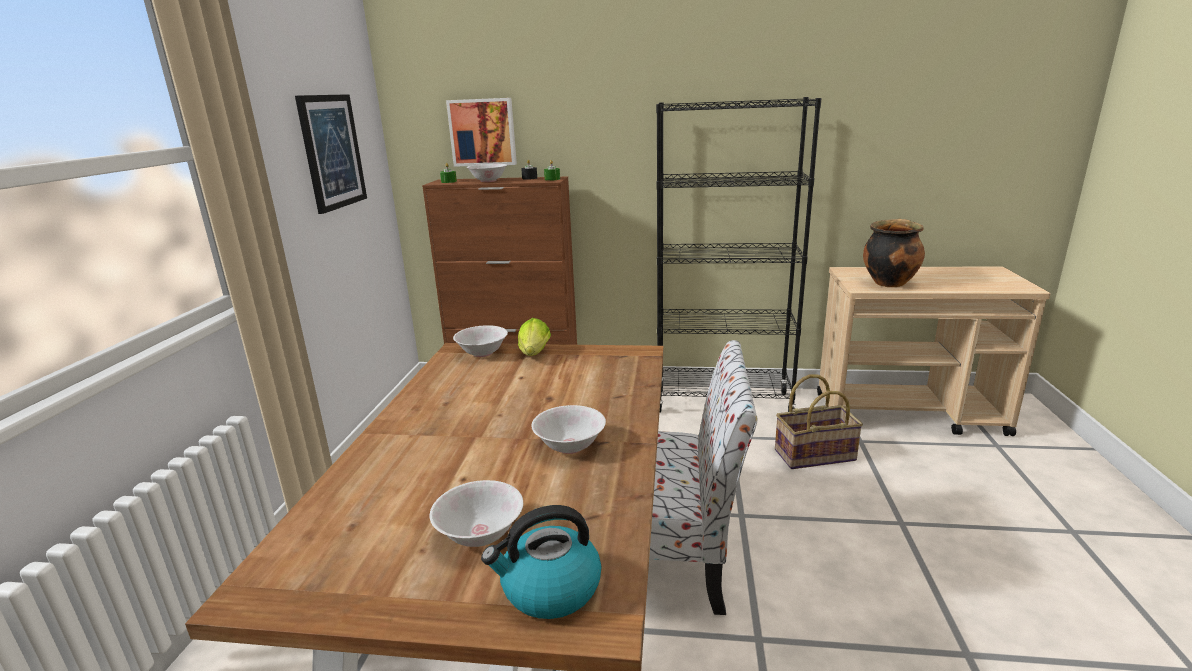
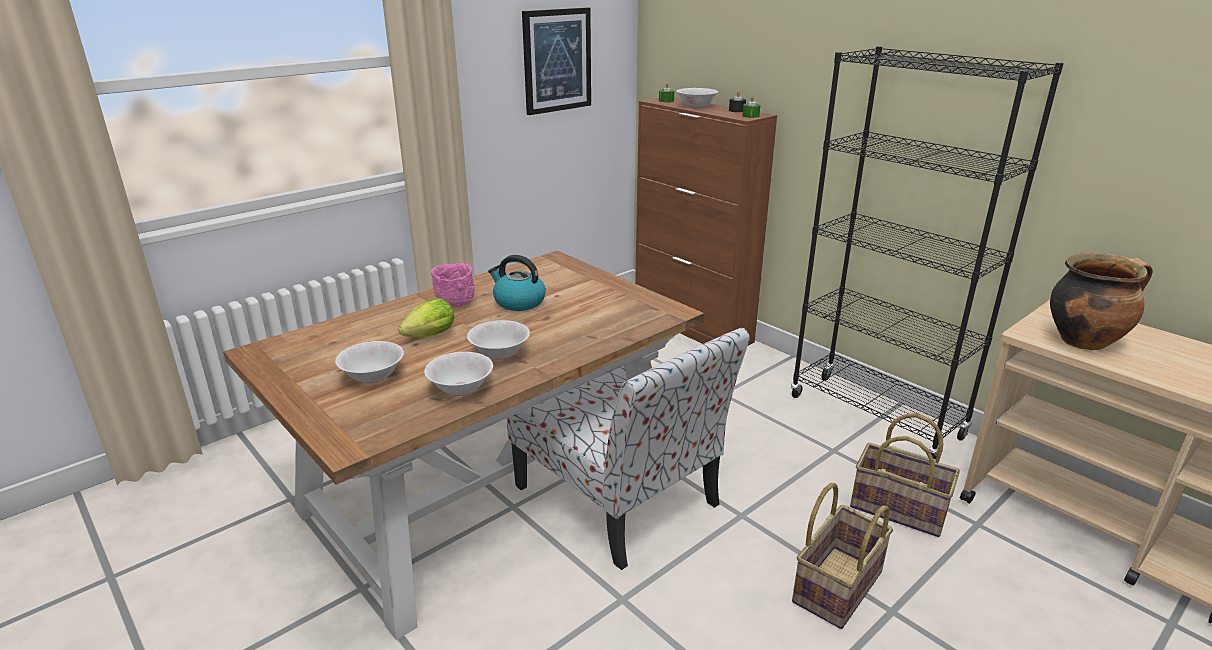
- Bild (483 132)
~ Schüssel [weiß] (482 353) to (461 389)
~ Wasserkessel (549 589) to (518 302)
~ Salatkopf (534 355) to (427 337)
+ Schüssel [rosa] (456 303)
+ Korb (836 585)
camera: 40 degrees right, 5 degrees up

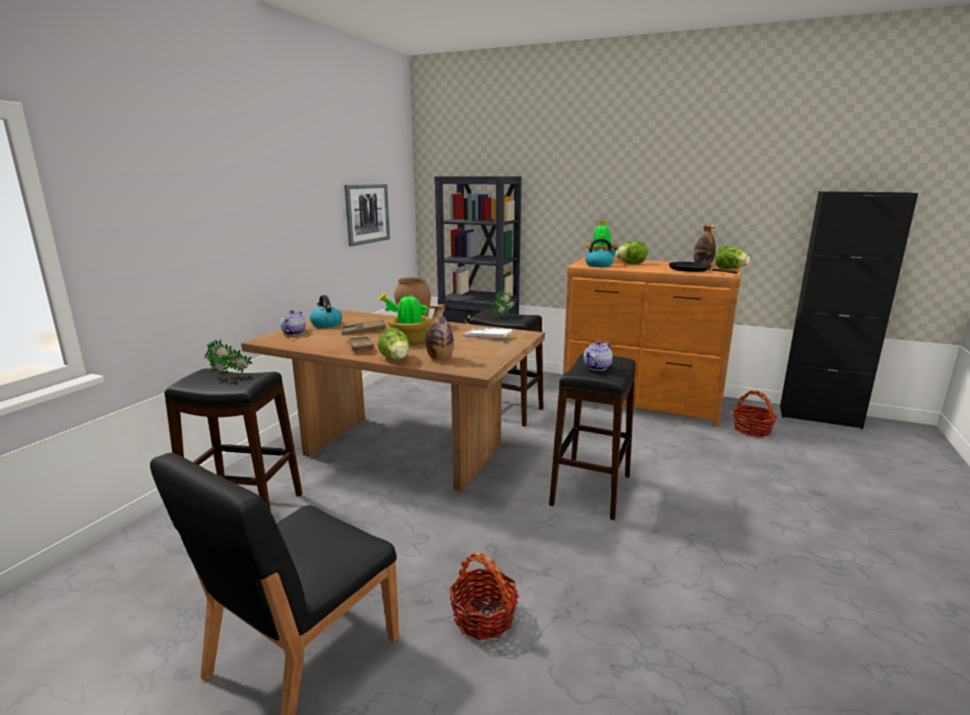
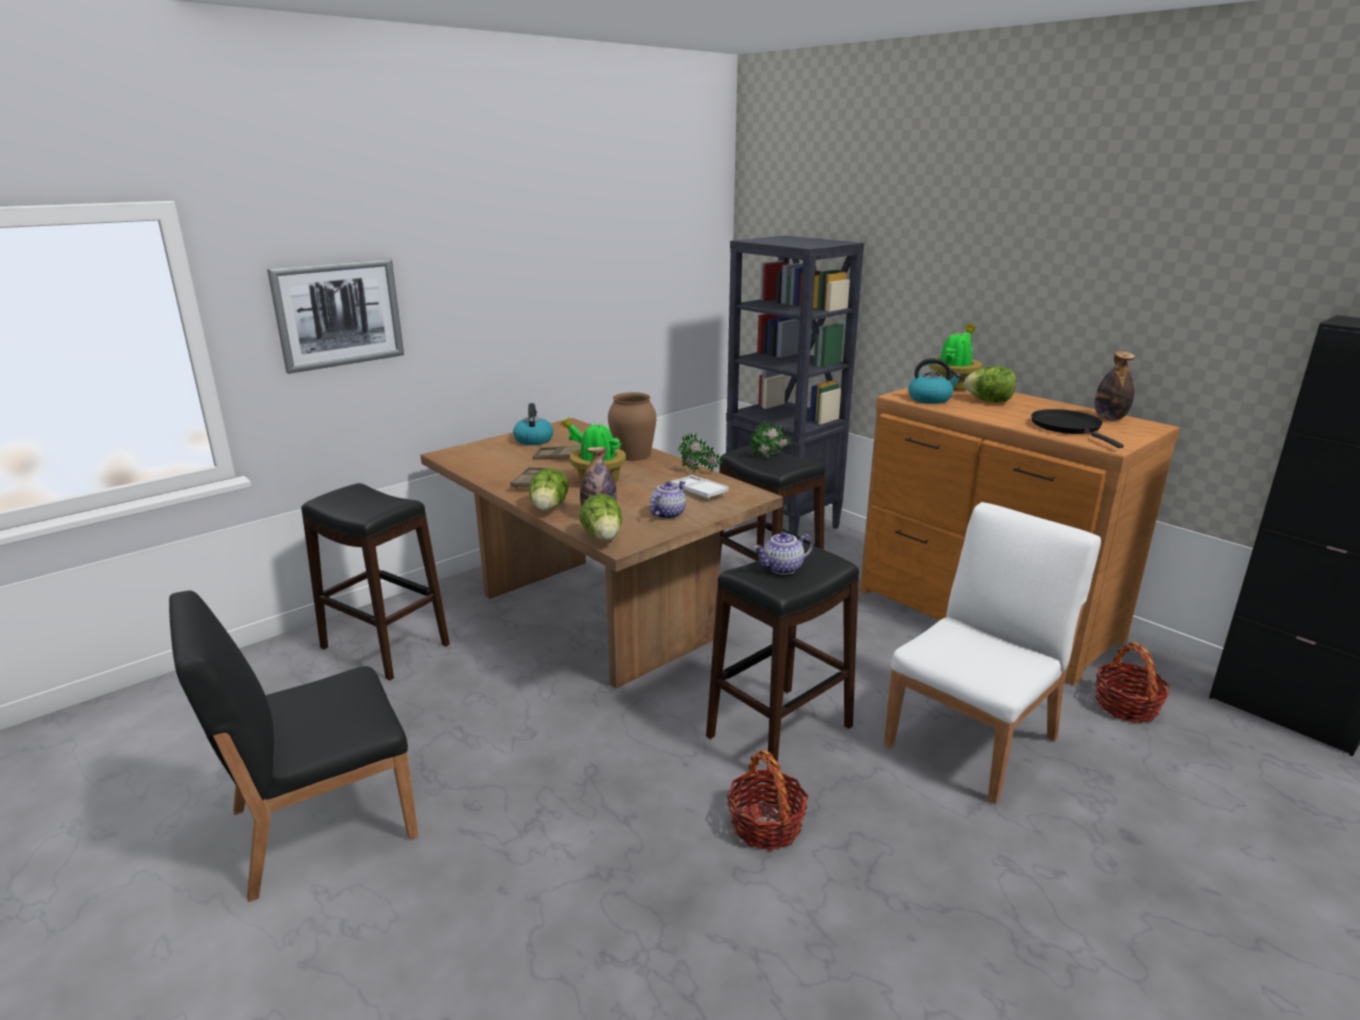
~ Topfpflanze (230 375) to (699 472)
~ Teekanne (293 333) to (667 514)
~ Bild (367 213) to (338 314)
~ Korb (484 617) to (766 825)
~ Salatkopf (729 269) to (603 538)
+ Stuhl [weiß] (973 740)
camera: 25 degrees right, 5 degrees up

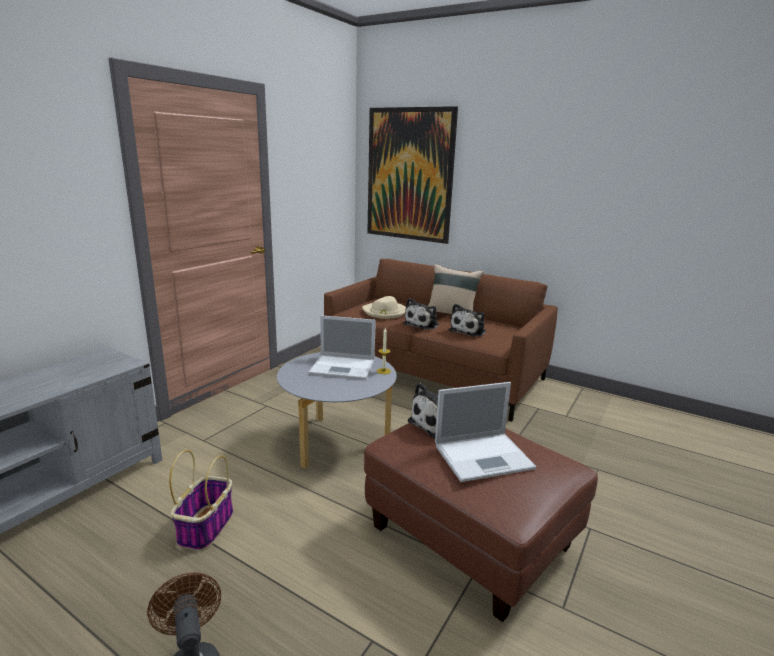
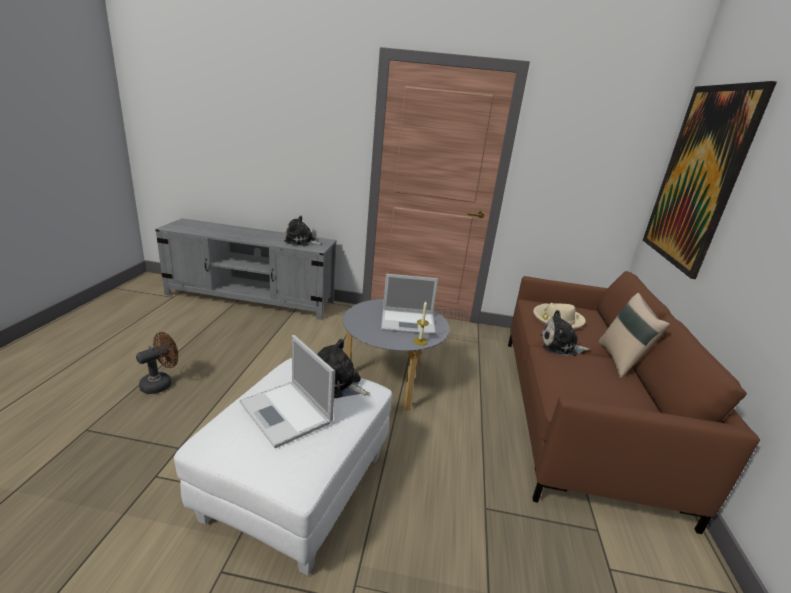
- Korb (206 526)
~ Laptop (344 367) = (409 322) 75 degrees counterclockwise
~ Polsterhocker [braun] (470 538) to Polsterhocker [weiß] (297 487)
~ Plüschtier (469 331) to (301 241)
camera: 65 degrees right, 5 degrees up

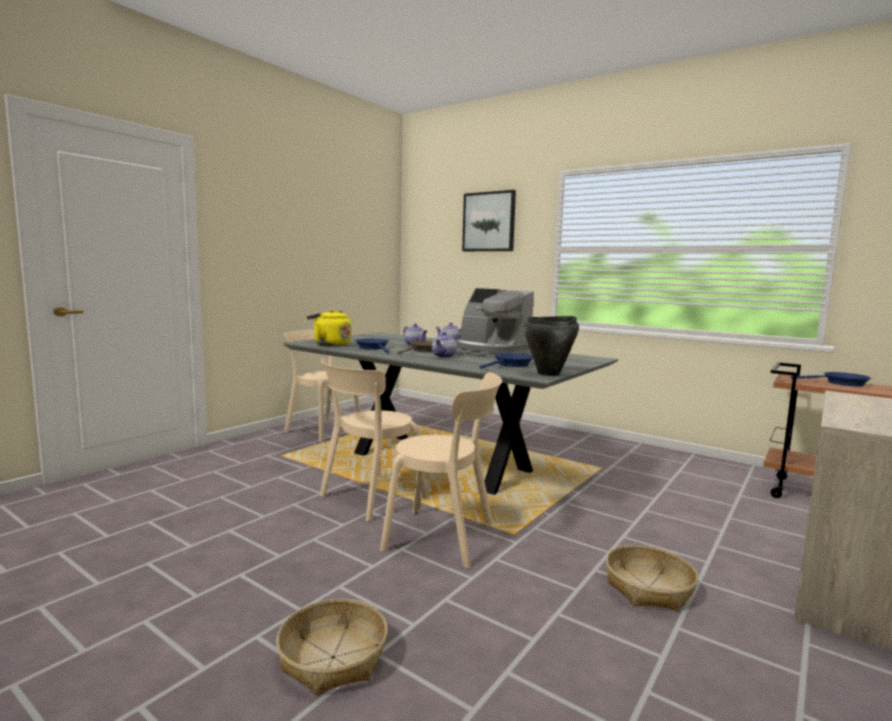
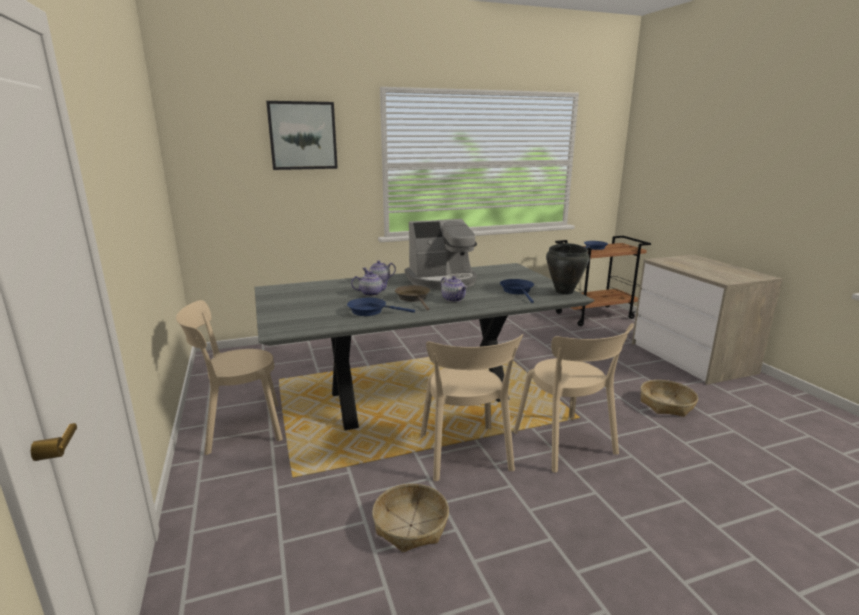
~ Korb (332 657) to (410 525)
- Wasserkessel [gelb] (330 344)
~ Stuhl [beige] (445 538) = (567 445) 105 degrees clockwise
camera: 55 degrees left, 10 degrees up

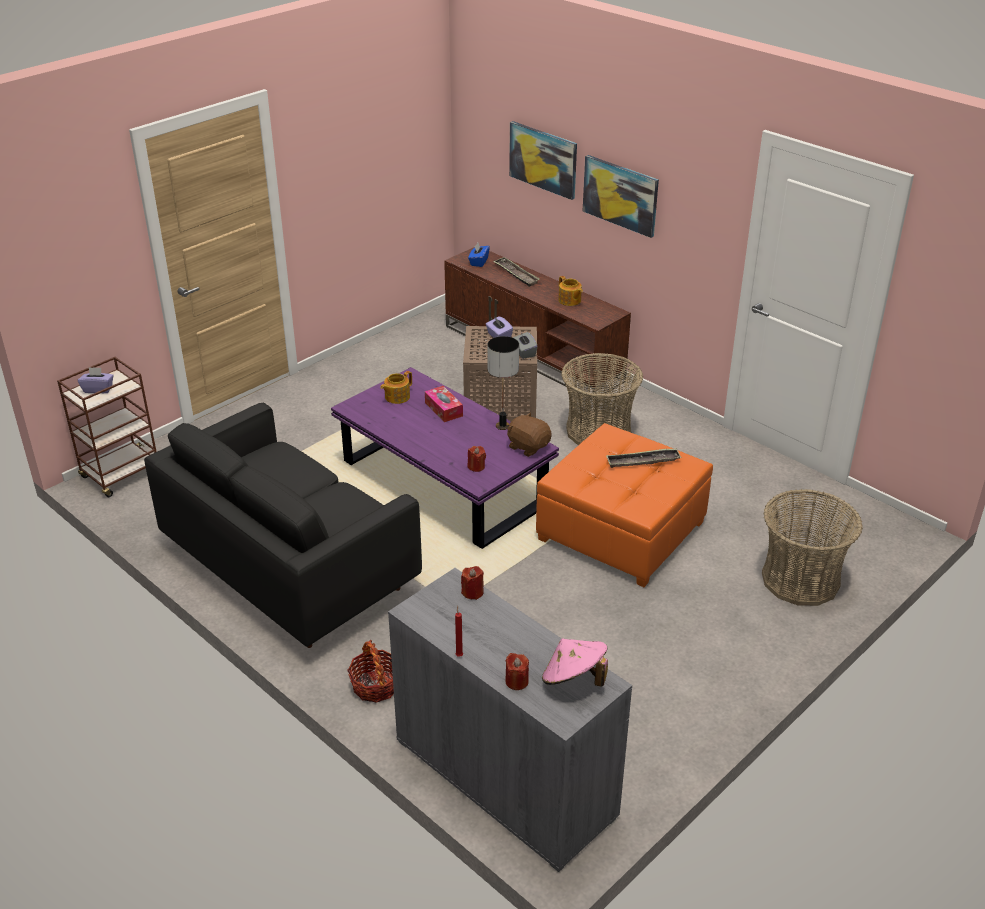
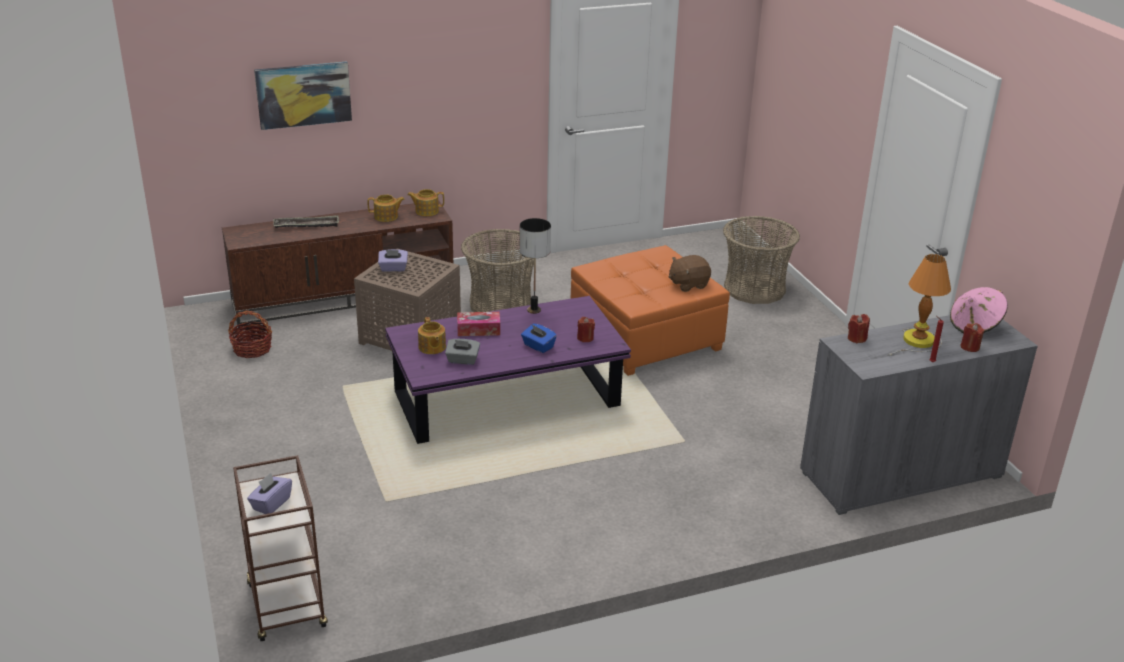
- Sofa [schwarz] (291 569)
~ Korb (375 686) to (252 349)
~ Taschentuchbox [blau] (478 262) to (538 346)
~ Plüschtier [braun] (528 446) to (688 284)
~ Taschentuchbox [grau] (524 352) to (462 360)
- Bild (620 195)
- Tablett (642 461)
+ Teekanne (426 211)
+ Tischlampe (918 342)
camera: 65 degrees left, 5 degrees down

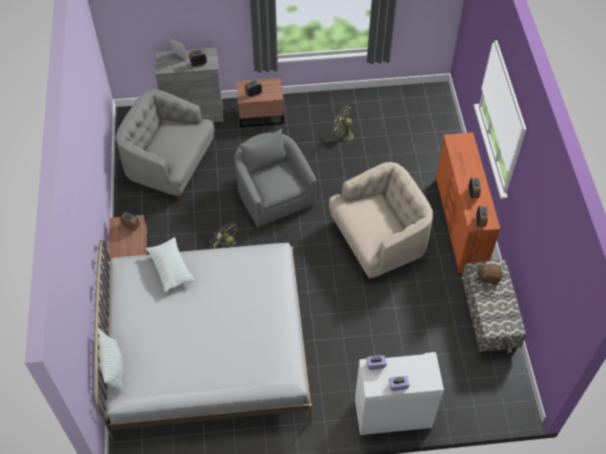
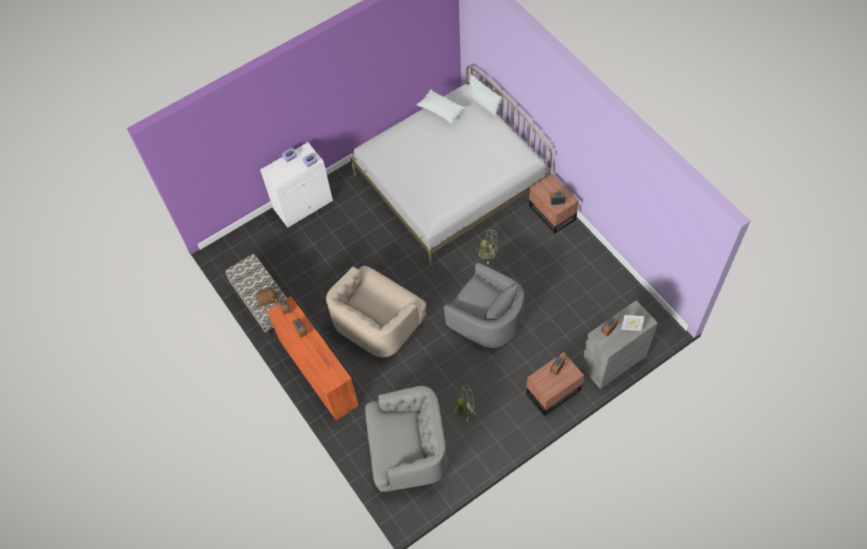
~ Sessel [grau] (170 164) to (407 450)
~ Kissen (171 268) to (441 110)
camera: 155 degrees right, 5 degrees up

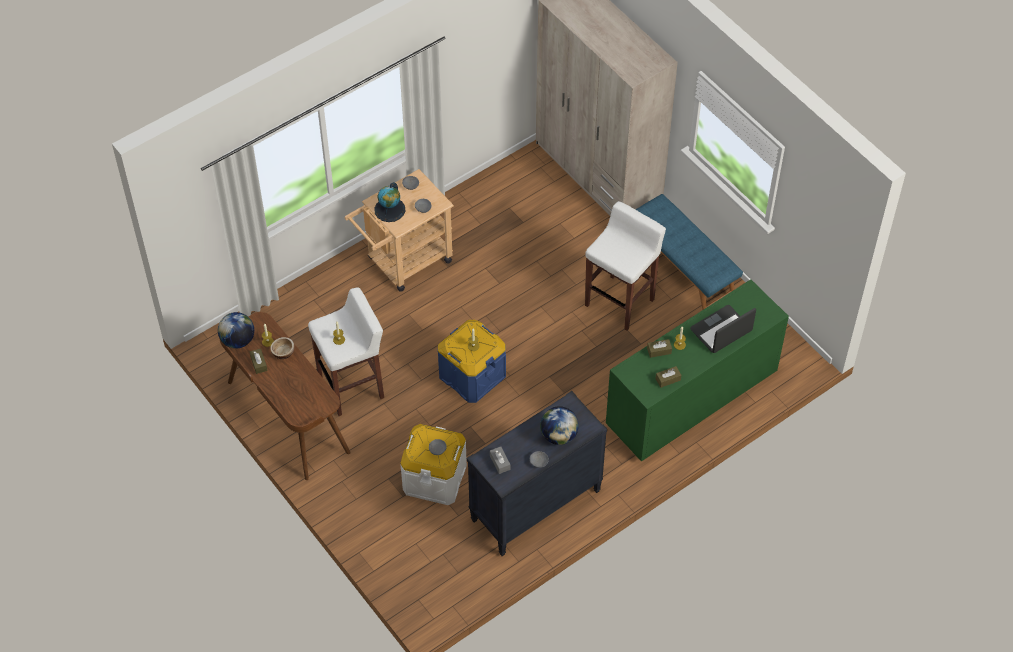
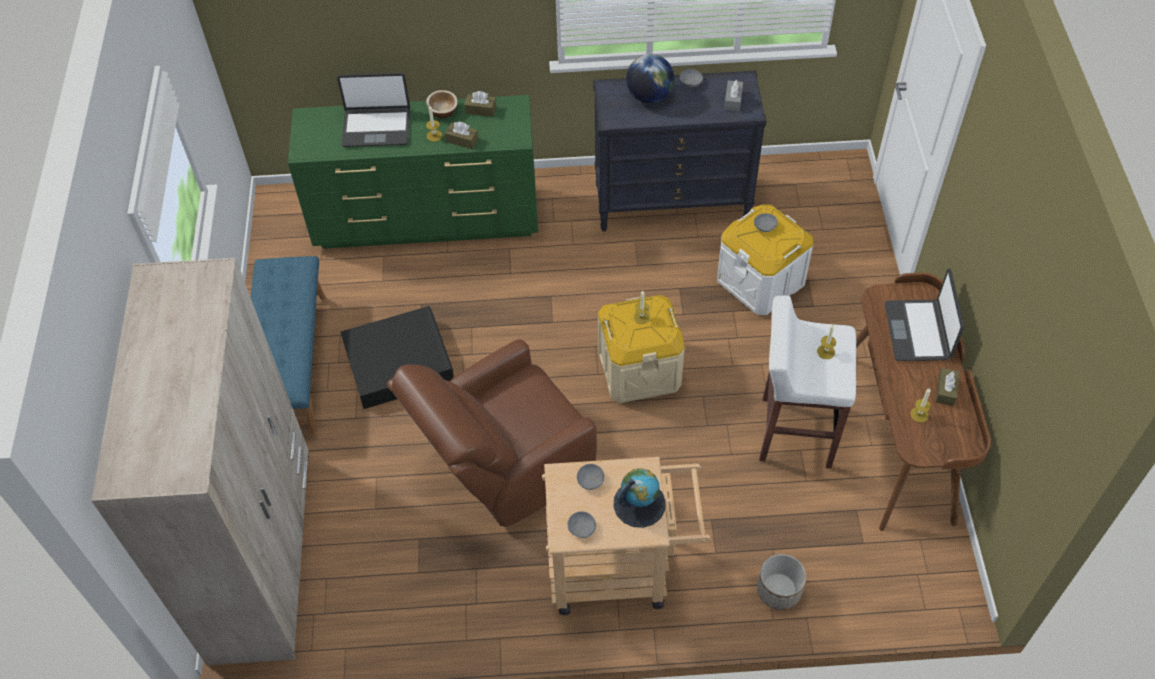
- Globus (238 340)
~ Schüssel (283 352) to (443 111)
~ Aufbewahrungsbox [blau] (472 375) to Aufbewahrungsbox [beige] (639 369)
~ Hocker [weiß] (620 302) to Aufbewahrungsbox [schwarz] (398 363)
+ Sessel [braun] (503 466)
+ Pflanzkübel (779 591)
+ Laptop (918 331)
camera: 145 degrees left, 0 degrees up

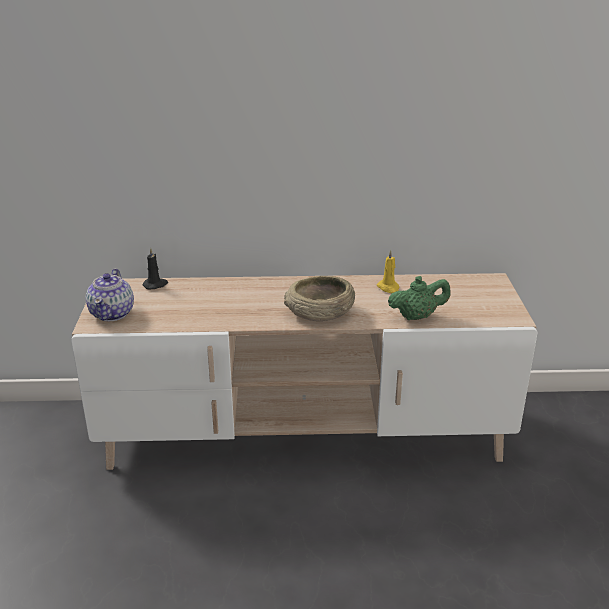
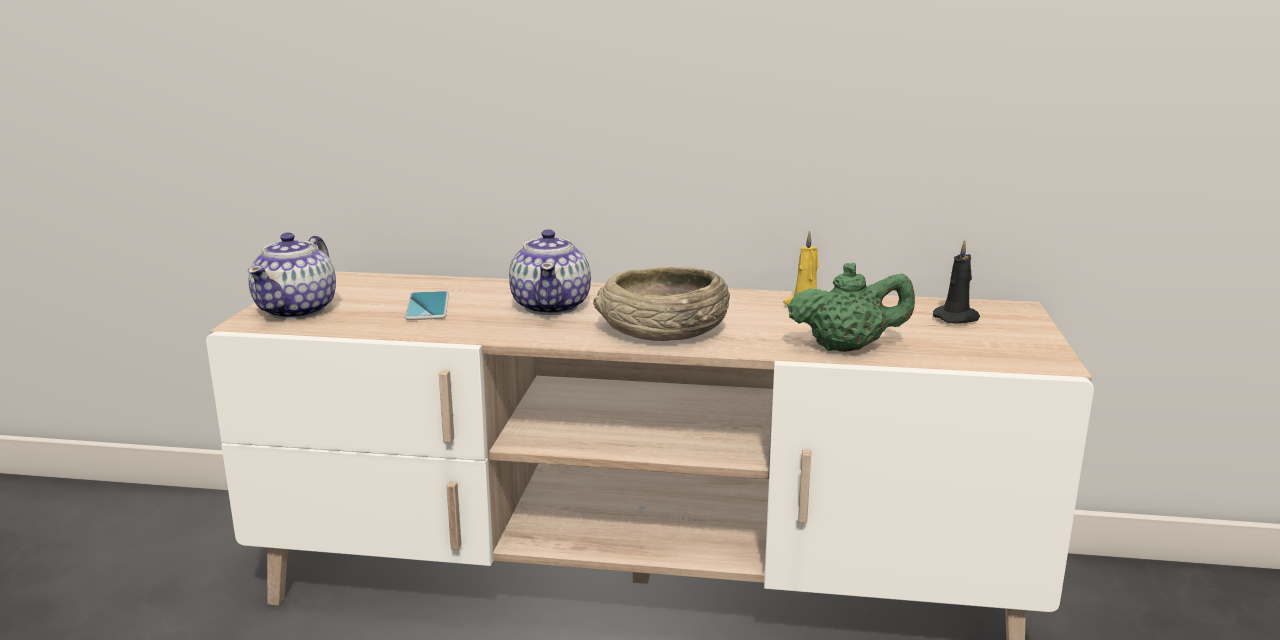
~ Kerze [schwarz] (155 285) to (957 318)
+ Handy (427 307)
+ Teekanne (551 306)
camera: 10 degrees right, 10 degrees down

